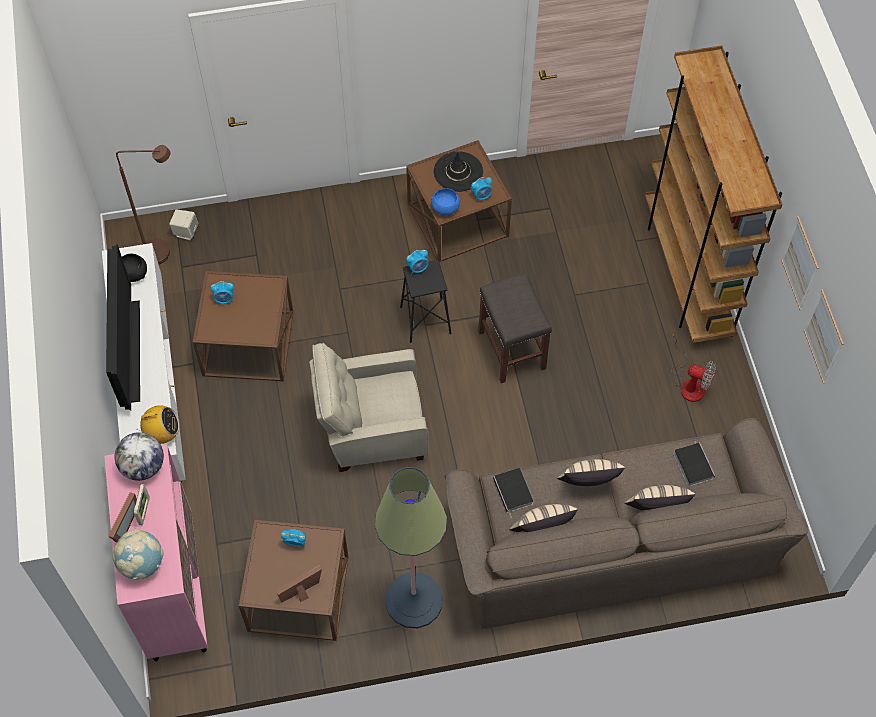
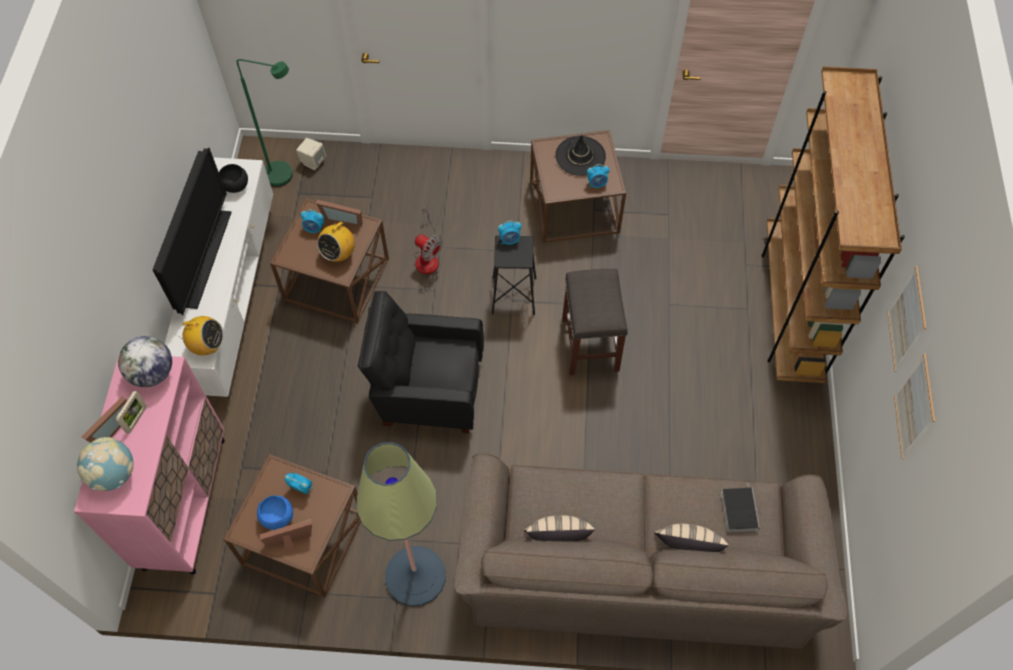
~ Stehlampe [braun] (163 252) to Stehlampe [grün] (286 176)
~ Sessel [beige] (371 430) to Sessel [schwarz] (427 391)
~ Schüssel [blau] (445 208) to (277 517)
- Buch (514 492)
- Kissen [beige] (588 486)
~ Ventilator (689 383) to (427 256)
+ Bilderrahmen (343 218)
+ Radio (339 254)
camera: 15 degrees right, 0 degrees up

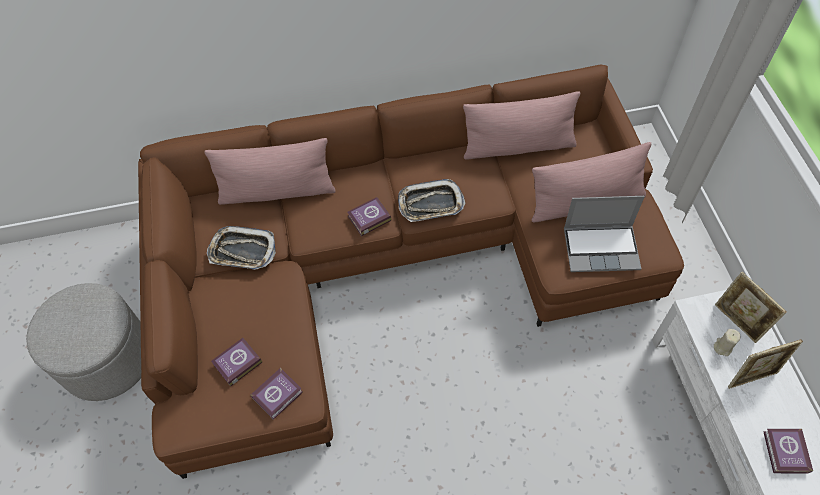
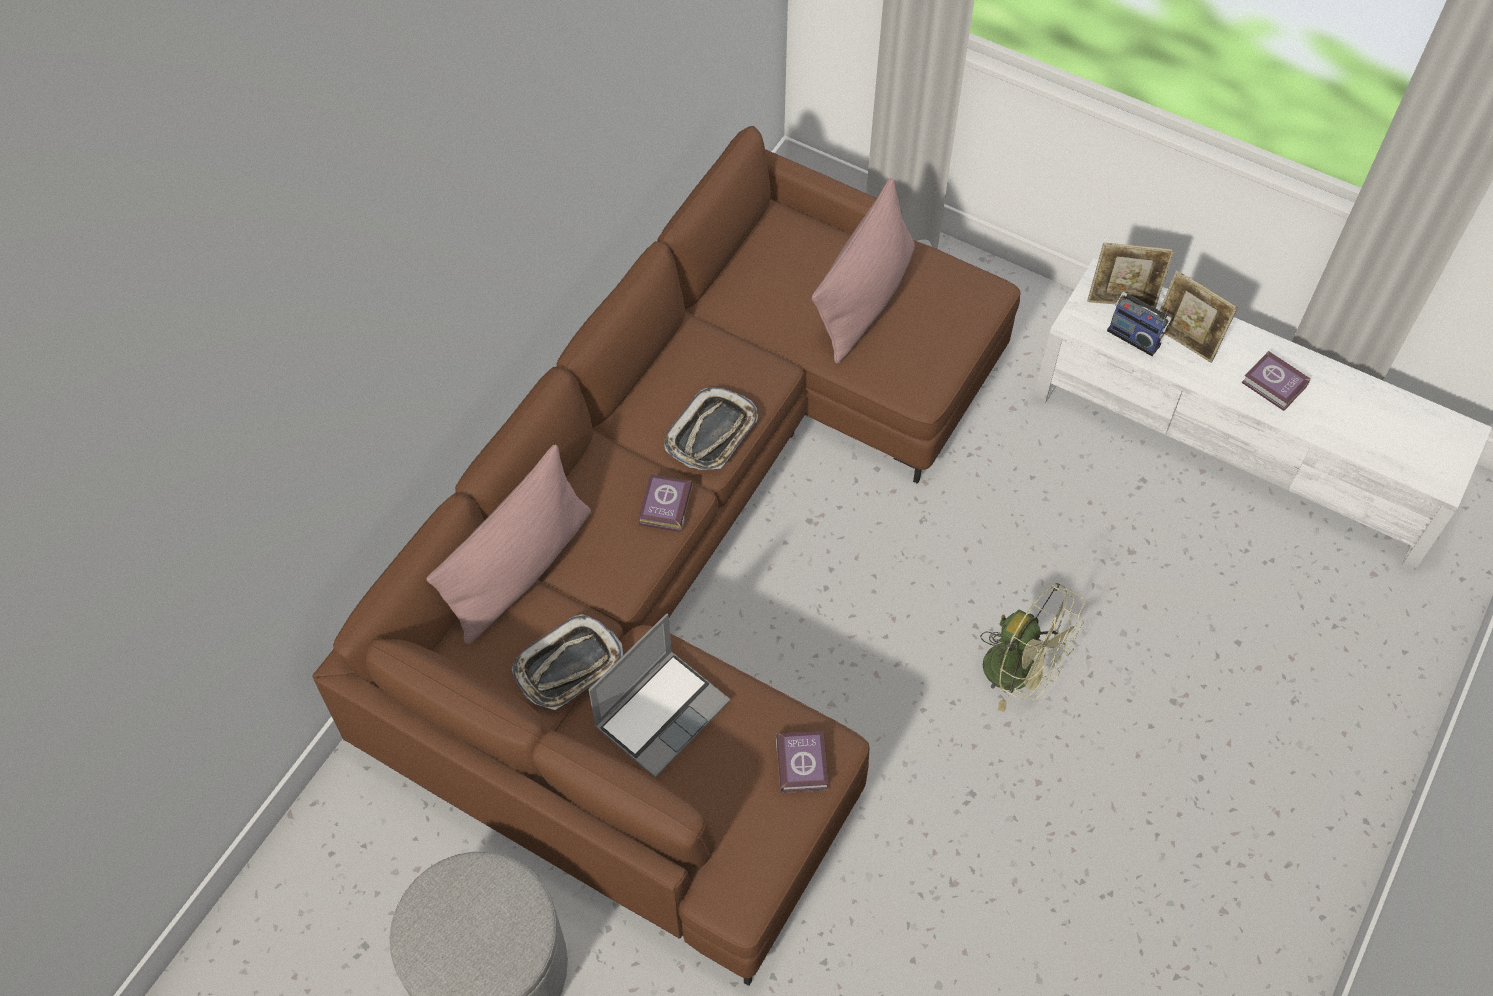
- Buch (236 363)
- Kissen [rosa] (518 146)
~ Laptop (601 248) to (662 712)
~ Kerze [beige] (722 347) to Radio (1135 336)
~ Bilderrahmen (751 377) = (1184 342) 105 degrees clockwise
+ Ventilator [grün] (1021 672)
camera: 50 degrees left, 0 degrees up

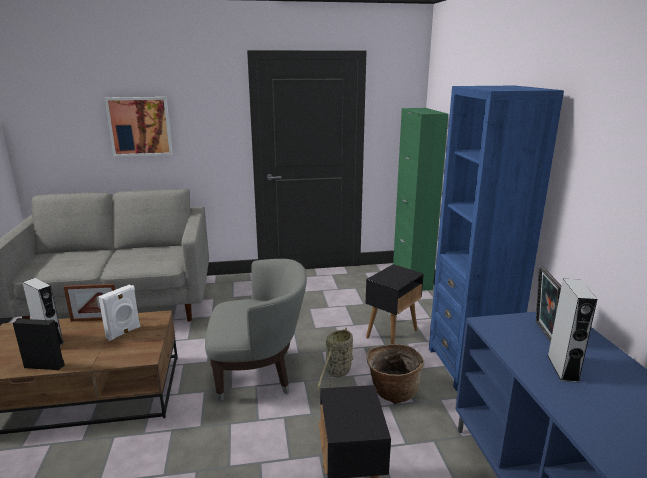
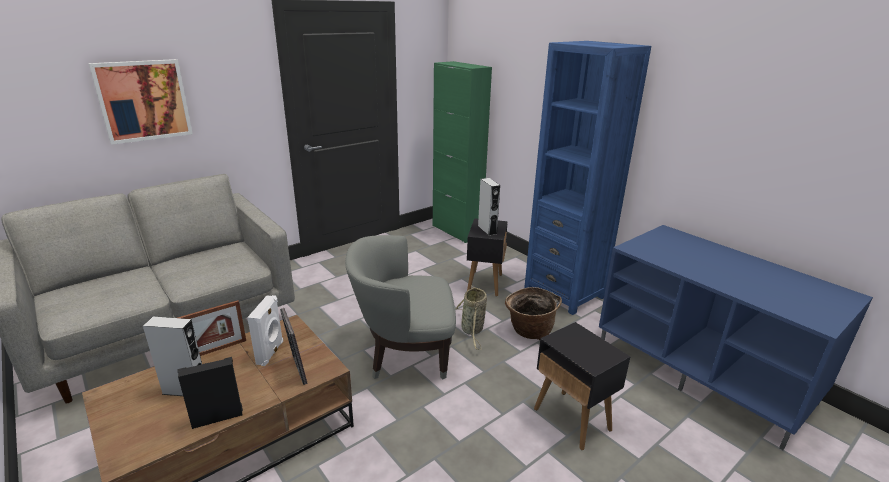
~ Sessel [grau] (259 374) = (404 354) 150 degrees counterclockwise
~ Bilderrahmen (543 333) to (297 371)
~ Lautsprecher [grau] (562 368) to (487 230)
camera: 30 degrees left, 5 degrees up

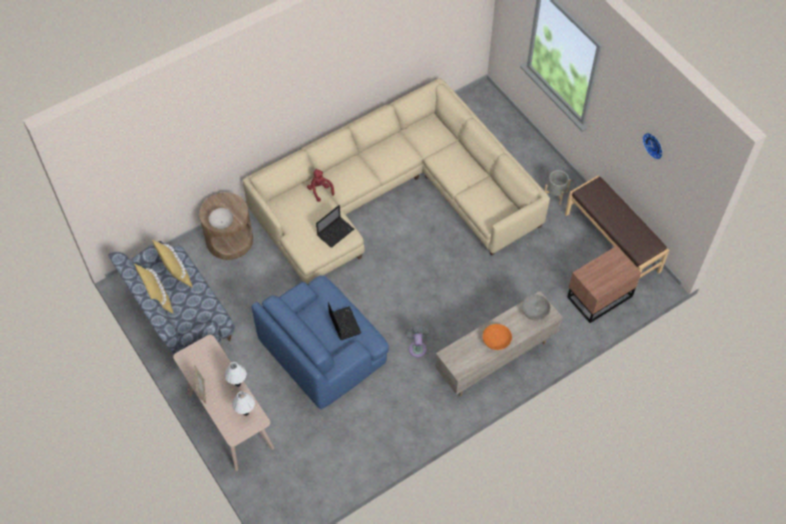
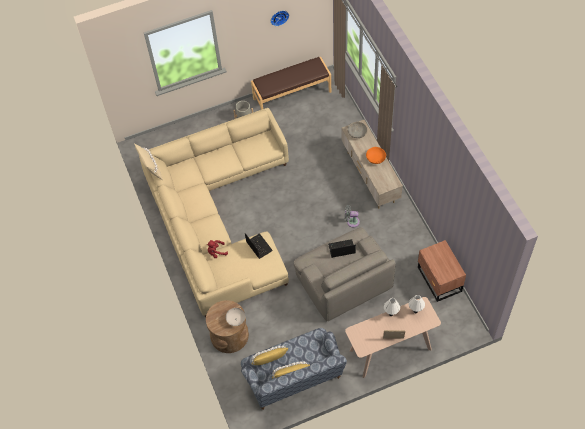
~ Sessel [blau] (323 351) to Sessel [grau] (343 281)
~ Nachttisch [braun] (598 296) to (439 280)
+ Kissen [beige] (151 170)
camera: 75 degrees left, 0 degrees up

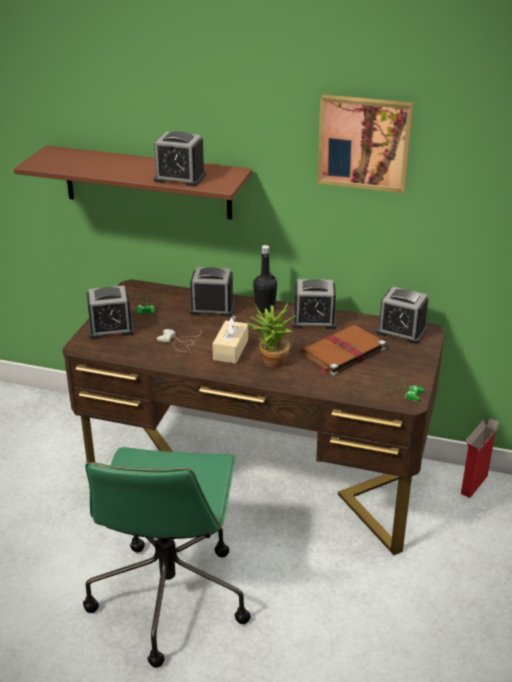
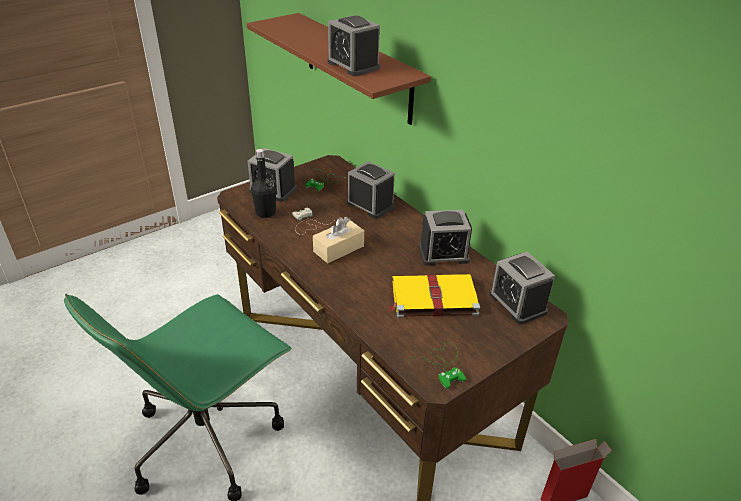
- Topfpflanze (270 363)
~ Flasche [schwarz] (265 308) to (265 212)
~ Wecker (313 320) = (443 254) 45 degrees counterclockwise
~ Buch [braun] (342 352) to Buch [gelb] (432 298)
- Bild (364 142)
camera: 35 degrees right, 5 degrees up

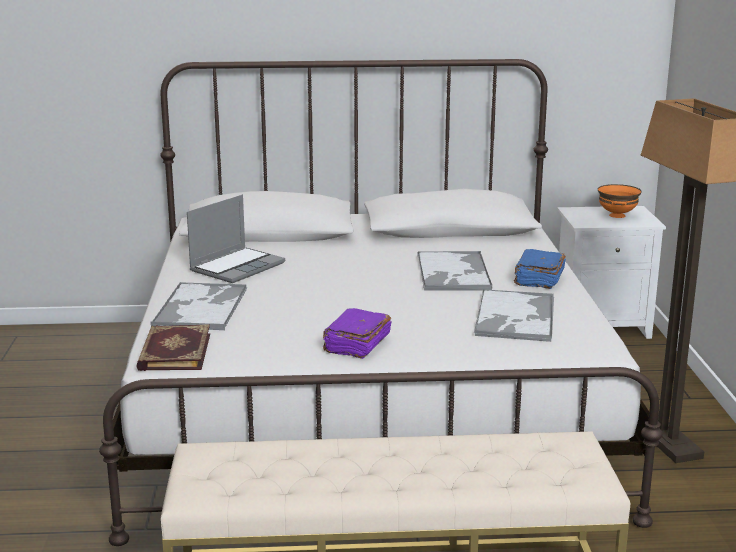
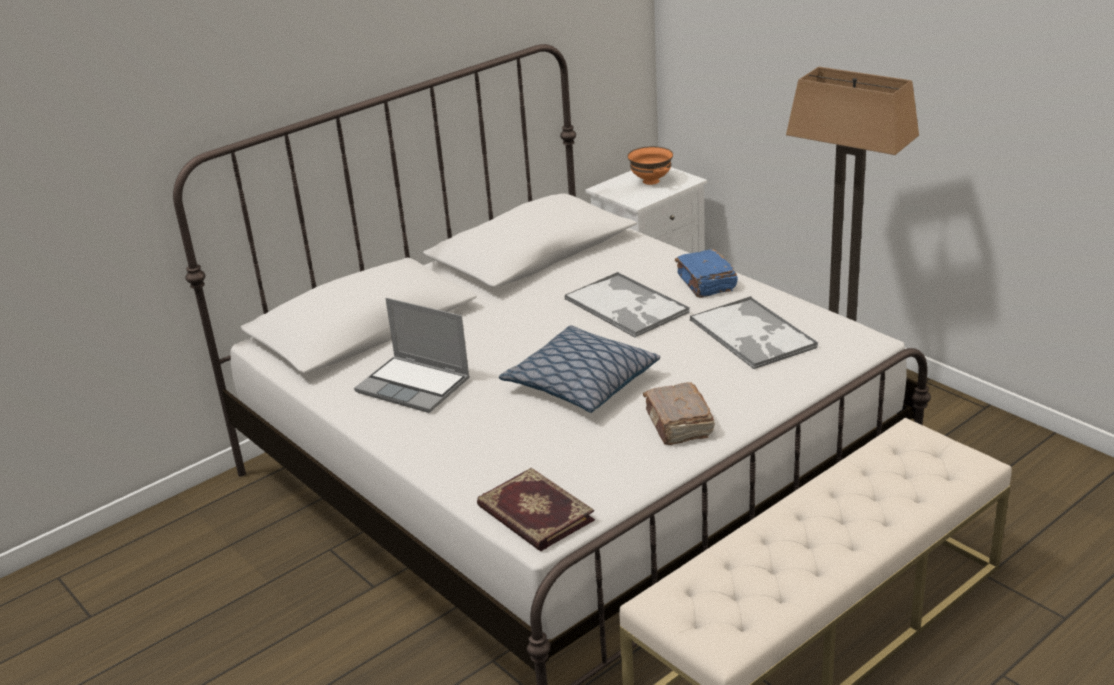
- Tablett (201 307)
~ Laptop (237 266) = (415 386) 120 degrees clockwise
~ Buch [lila] (356 345) to Buch [braun] (678 425)
+ Kissen (580 383)
camera: 35 degrees left, 10 degrees up

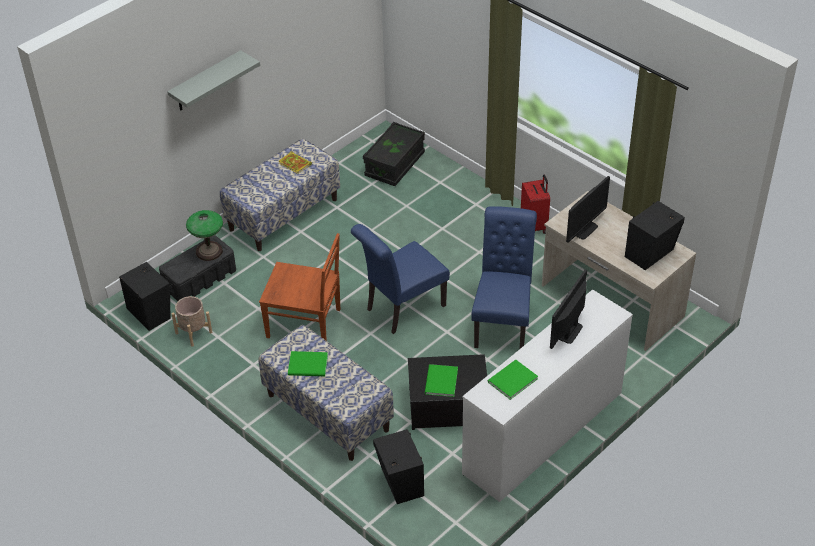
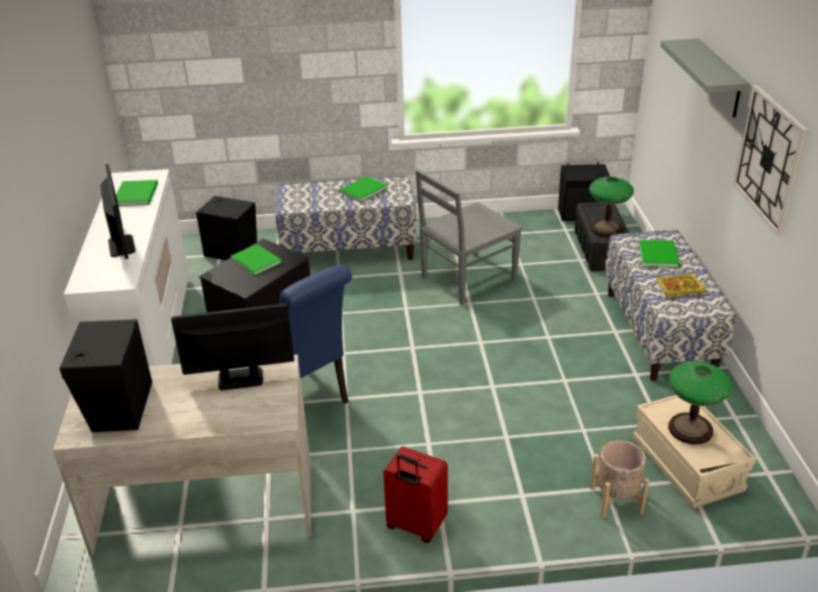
~ Pflanzkübel [beige] (193 332) to (616 500)
~ Stuhl [braun] (305 324) to Stuhl [grau] (467 279)
- Stuhl [blau] (401 309)
~ Aufbewahrungsbox [schwarz] (394 164) to Aufbewahrungsbox [beige] (687 465)
~ Monitor (584 229) = (240 379) 90 degrees clockwise
+ Buch [grün] (659 254)
+ Tischlampe (690 429)
+ Wanduhr (769 159)
camera: 130 degrees right, 10 degrees down

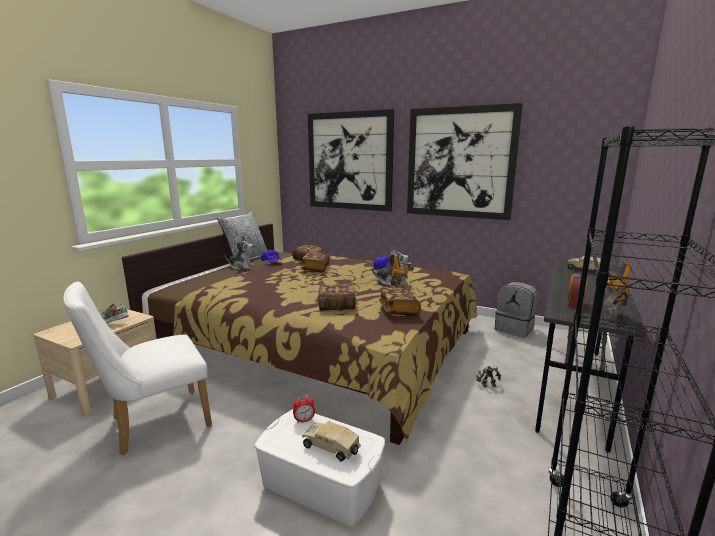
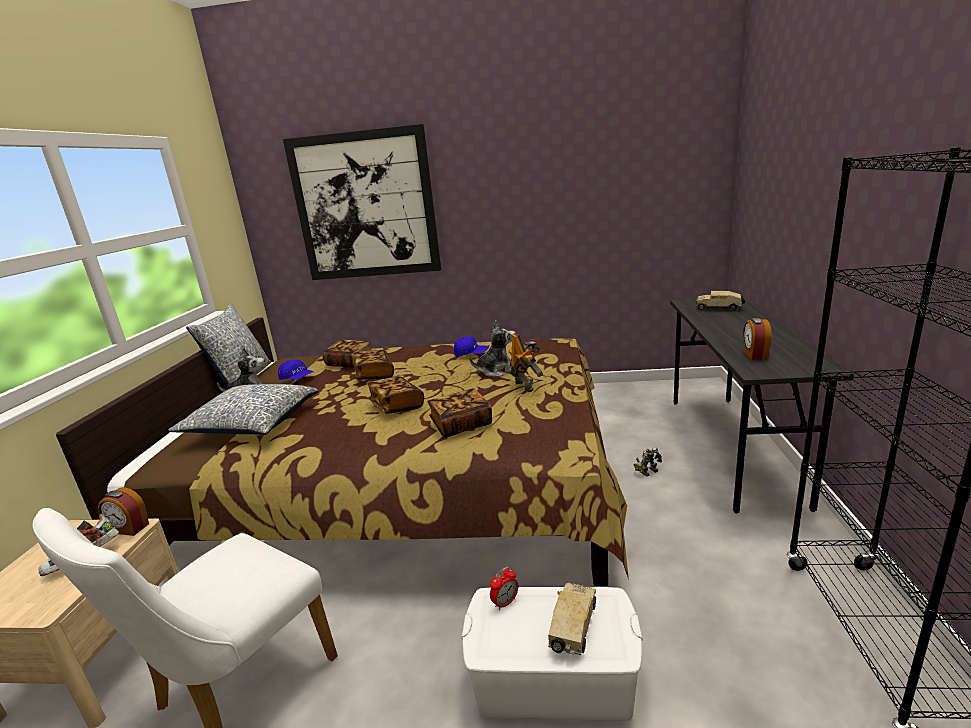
~ Spielzeuglaster (332 448) = (573 628) 105 degrees clockwise
~ Buch (398 310) to (396 406)
- Bild (460 163)
- Rucksack [grau] (514 329)
- Spielzeugroboter (608 315)
+ Wecker (129 529)
+ Kissen (251 424)
camera: 20 degrees left, 5 degrees up

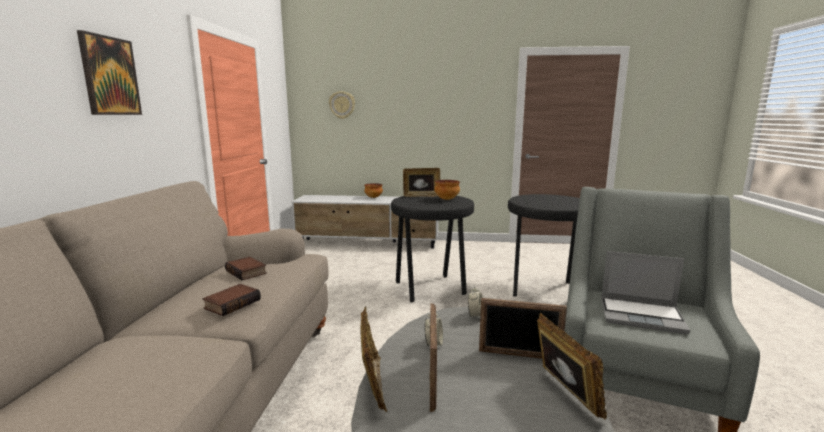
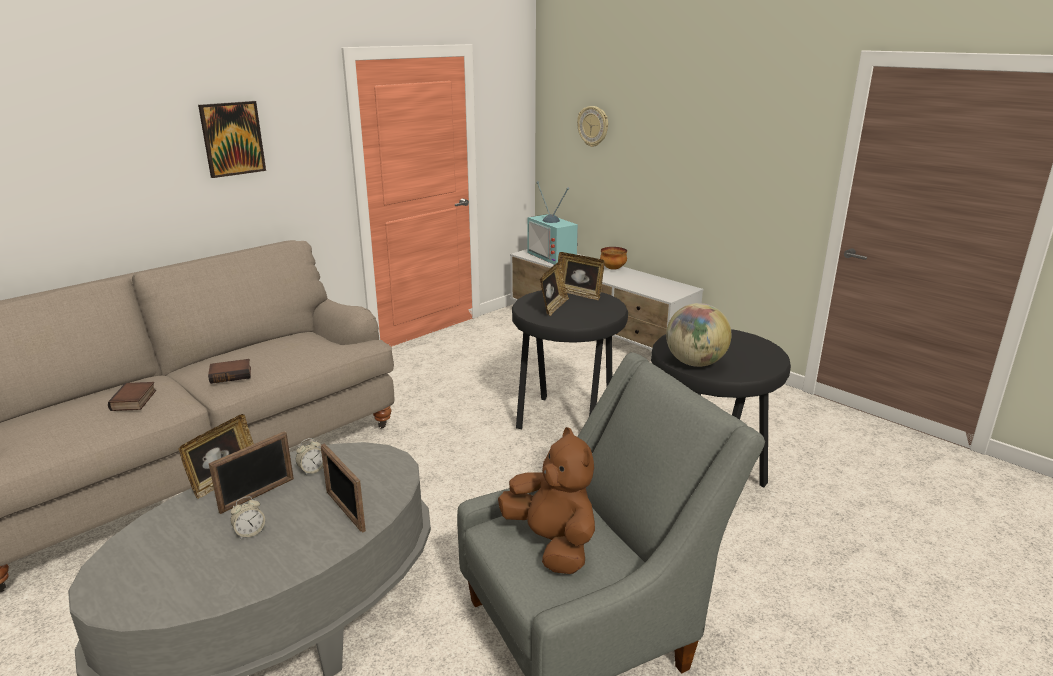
~ Buch (247 272) to (134 401)
- Schüssel (446 199)
~ Wecker (475 315) to (250 532)
~ Bilderrahmen (564 394) to (553 307)
~ Laptop (642 316) to Plüschtier [braun] (552 543)
+ Fernseher (554 256)
+ Globus (695 363)
camera: 40 degrees right, 10 degrees up

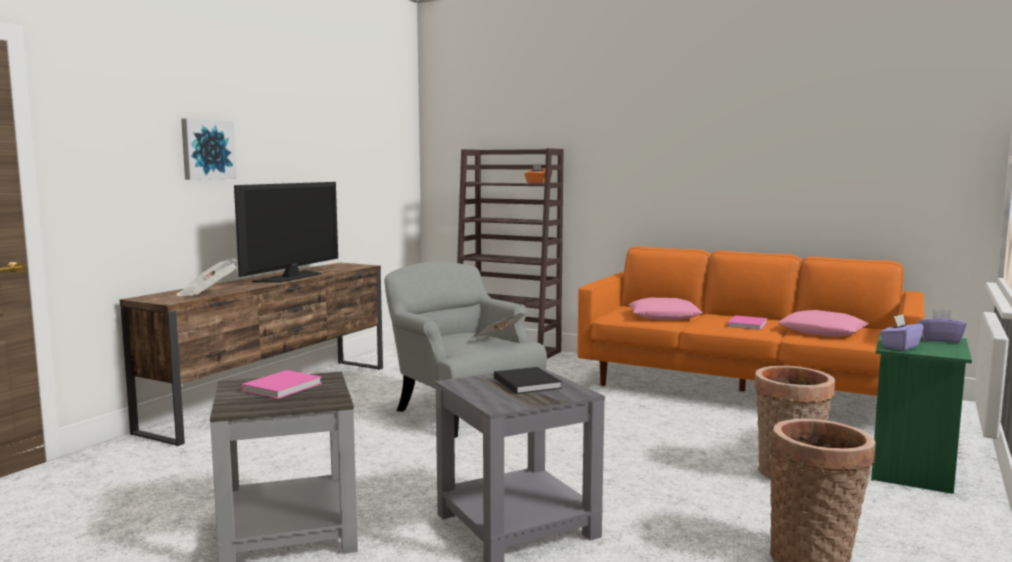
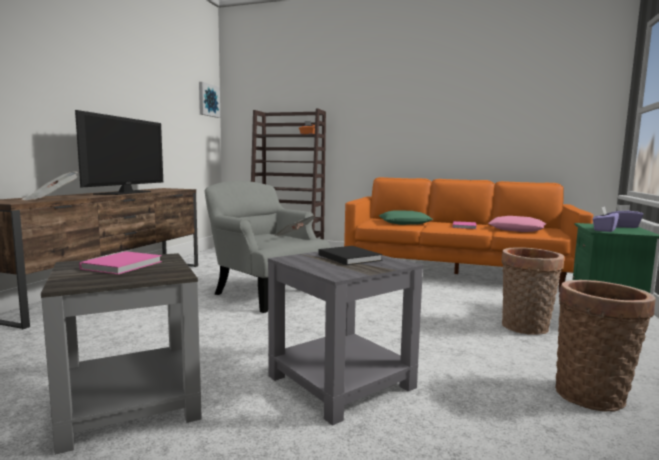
~ Bild (207 149) to (208 100)
~ Kissen [rosa] (663 316) to Kissen [grün] (404 223)
camera: 10 degrees left, 0 degrees up

